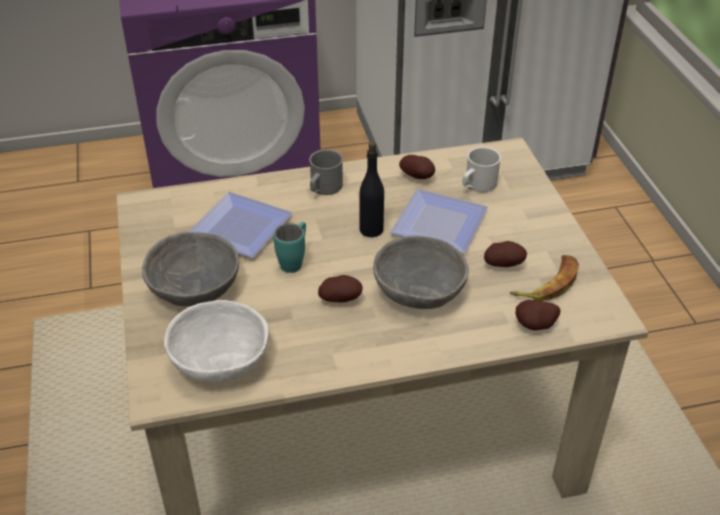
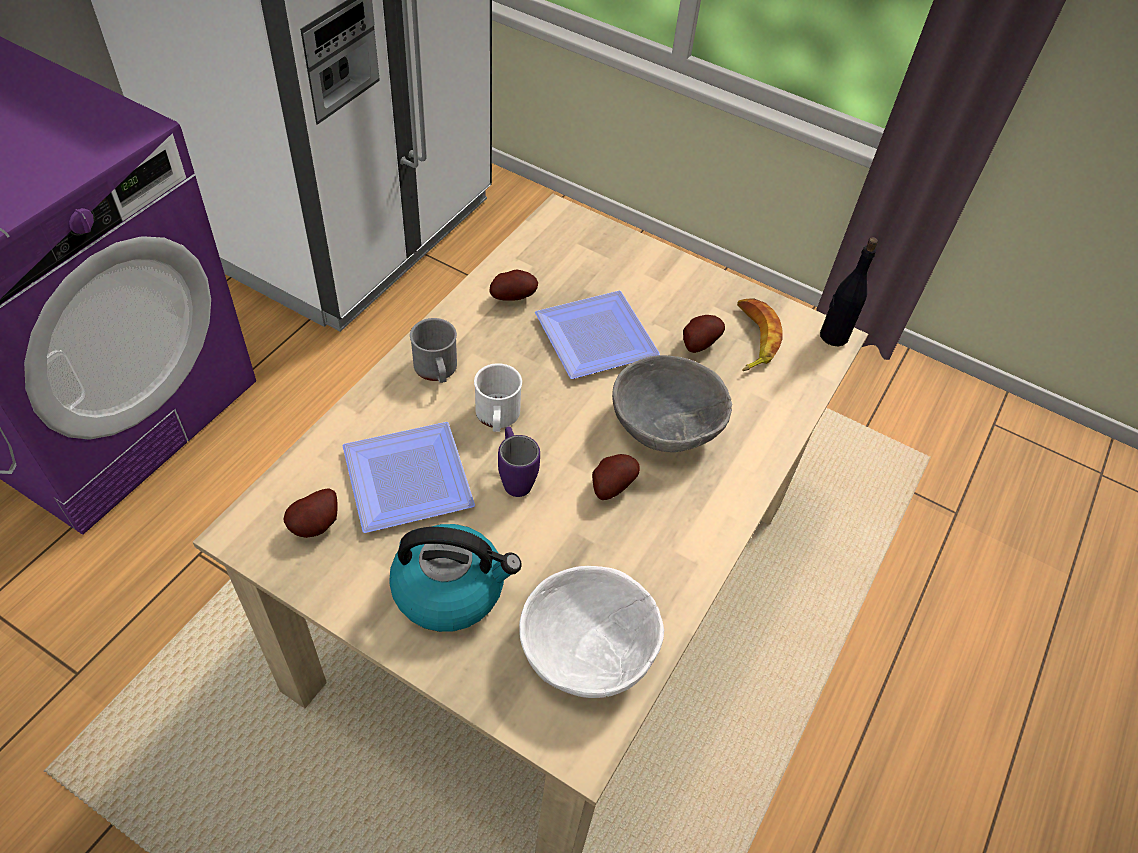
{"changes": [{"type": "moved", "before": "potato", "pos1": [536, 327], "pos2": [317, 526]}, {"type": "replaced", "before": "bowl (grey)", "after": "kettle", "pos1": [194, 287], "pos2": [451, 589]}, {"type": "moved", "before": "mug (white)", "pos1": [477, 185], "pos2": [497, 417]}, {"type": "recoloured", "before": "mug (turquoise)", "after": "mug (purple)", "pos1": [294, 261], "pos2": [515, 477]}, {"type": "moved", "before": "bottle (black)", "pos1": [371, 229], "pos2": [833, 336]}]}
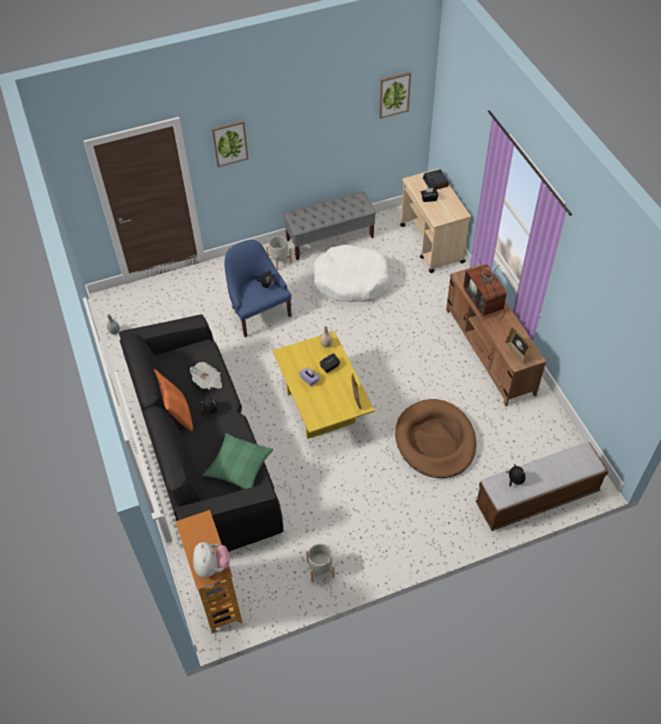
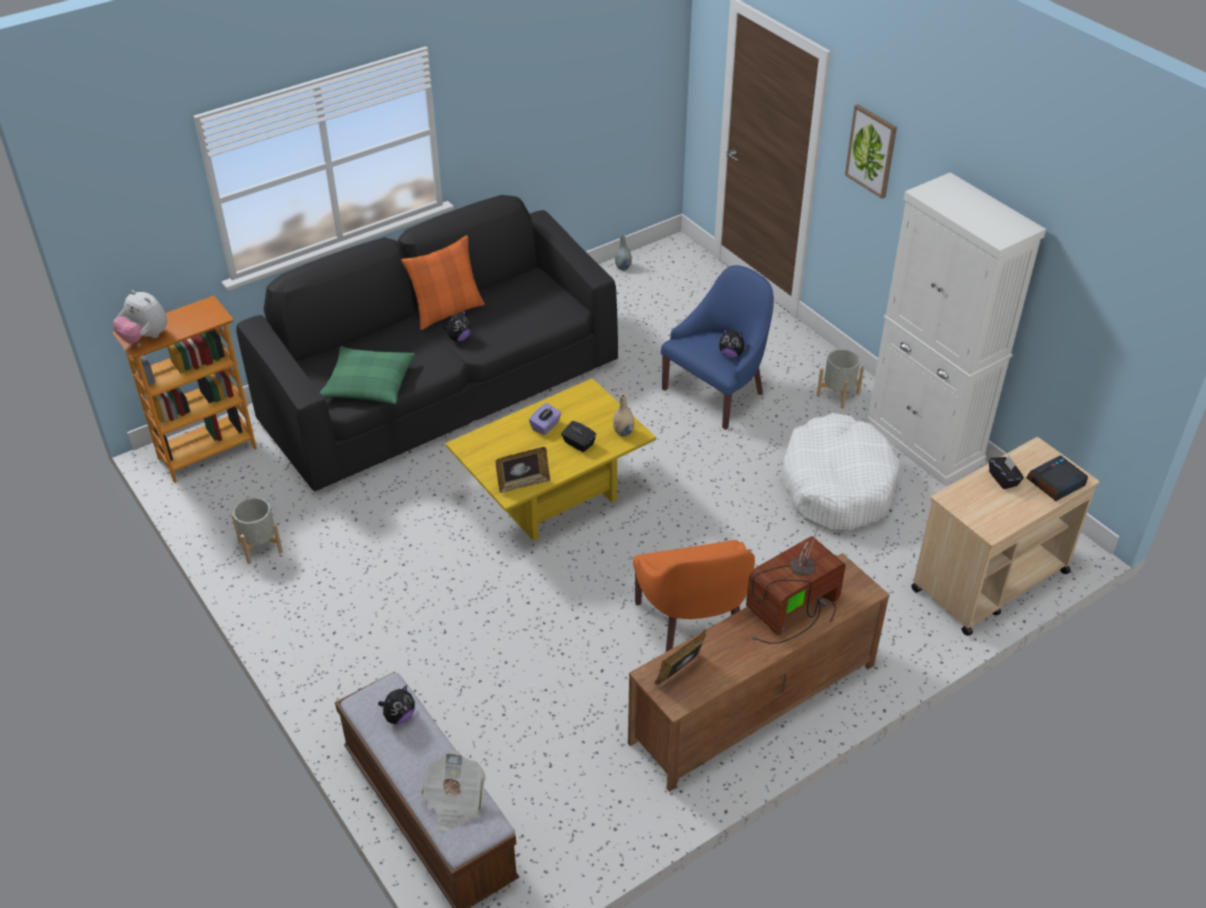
{"changes": [{"type": "turned", "before": "plush toy", "pos1": [212, 566], "pos2": [145, 337], "turn": 60}, {"type": "moved", "before": "newspaper", "pos1": [208, 381], "pos2": [454, 802]}, {"type": "added", "after": "armchair (orange)", "pos2": [694, 625]}, {"type": "replaced", "before": "bench (grey)", "after": "cabinet (white)", "pos1": [330, 238], "pos2": [924, 443]}, {"type": "removed", "before": "picture", "pos1": [394, 94]}, {"type": "removed", "before": "dog bed (brown)", "pos1": [435, 441]}]}
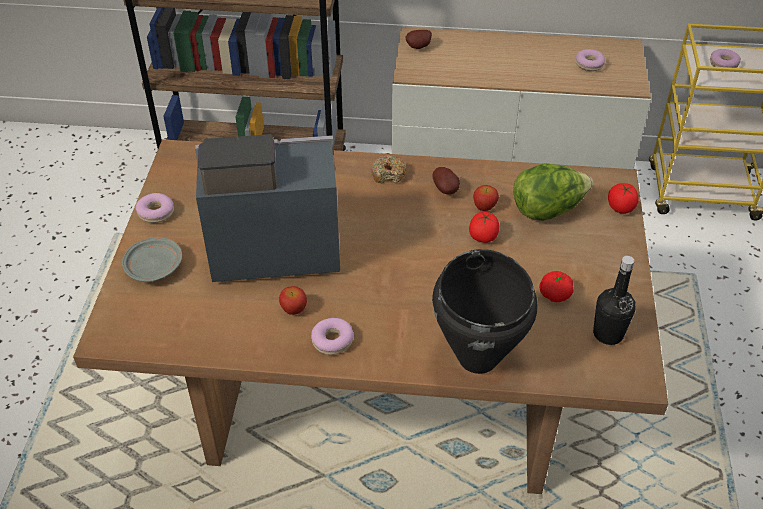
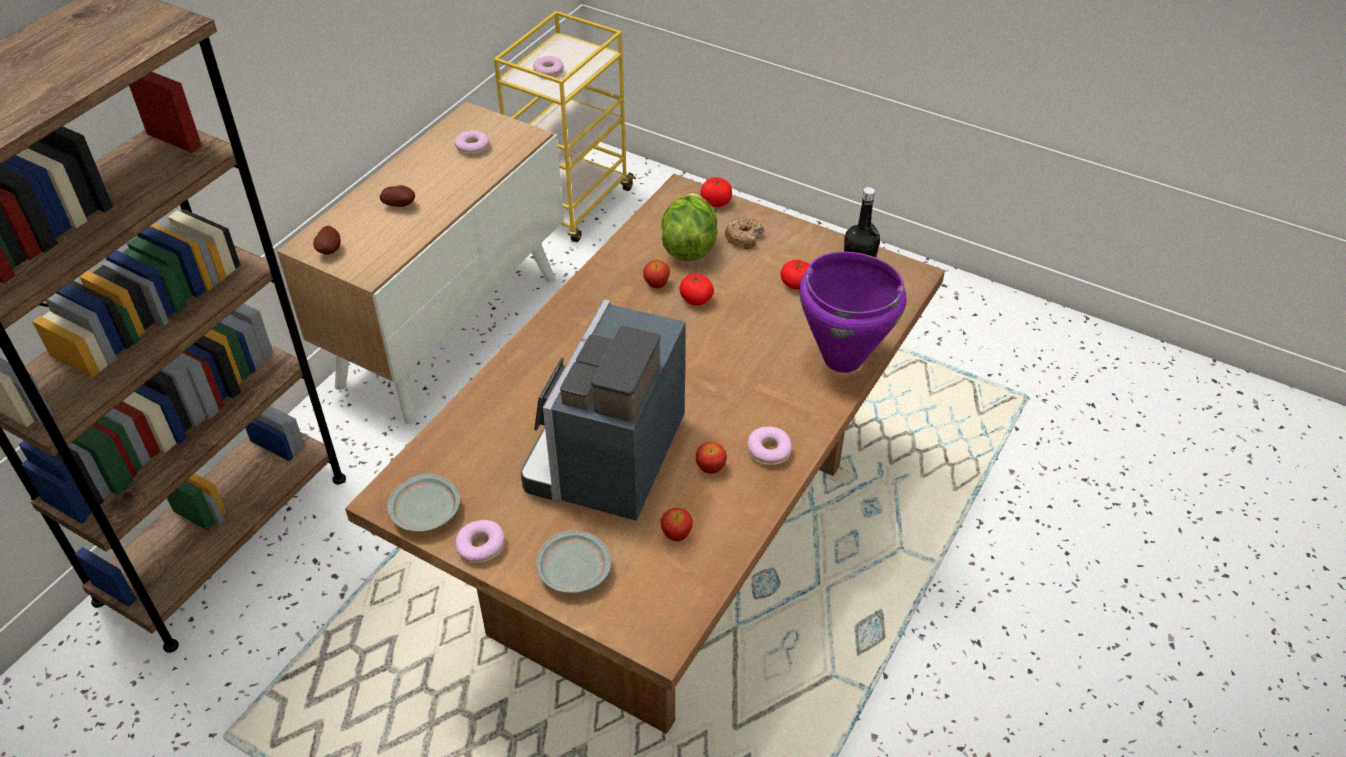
{"changes": [{"type": "moved", "before": "potato", "pos1": [446, 190], "pos2": [400, 205]}, {"type": "added", "after": "plate (grey)", "pos2": [425, 512]}, {"type": "added", "after": "apple", "pos2": [676, 534]}, {"type": "moved", "before": "donut", "pos1": [388, 174], "pos2": [743, 237]}, {"type": "recoloured", "before": "cooking pot (black)", "after": "cooking pot (purple)", "pos1": [478, 357], "pos2": [842, 358]}]}
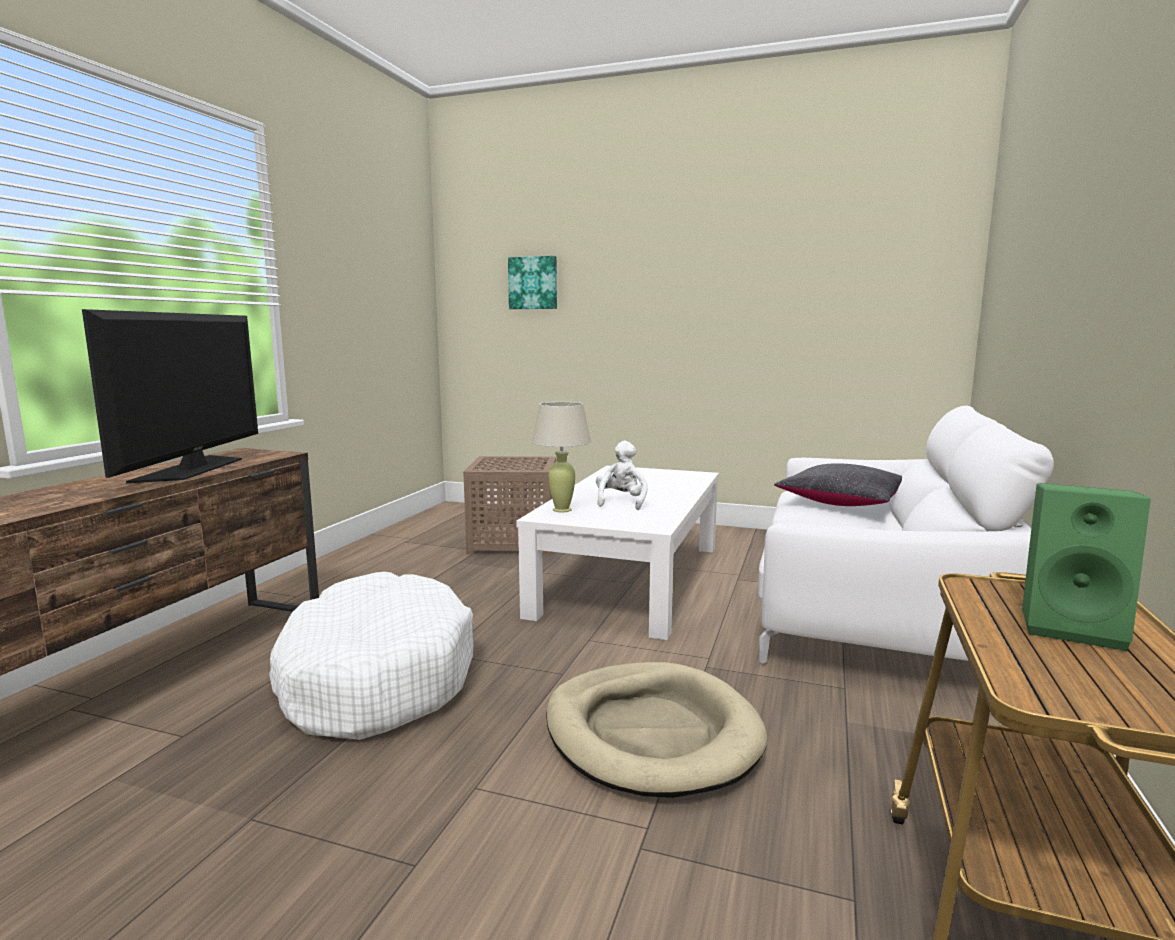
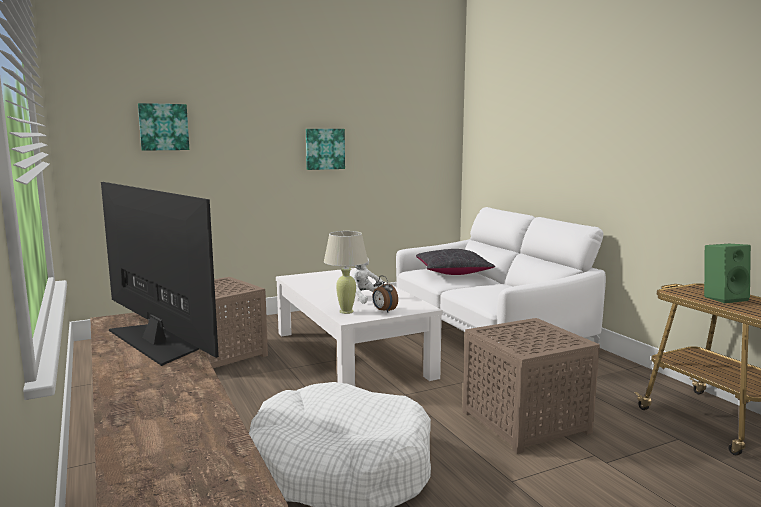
{"changes": [{"type": "added", "after": "picture", "pos2": [324, 149]}, {"type": "added", "after": "alarm clock", "pos2": [384, 311]}, {"type": "replaced", "before": "dog bed (beige)", "after": "side table (brown)", "pos1": [651, 733], "pos2": [523, 421]}]}
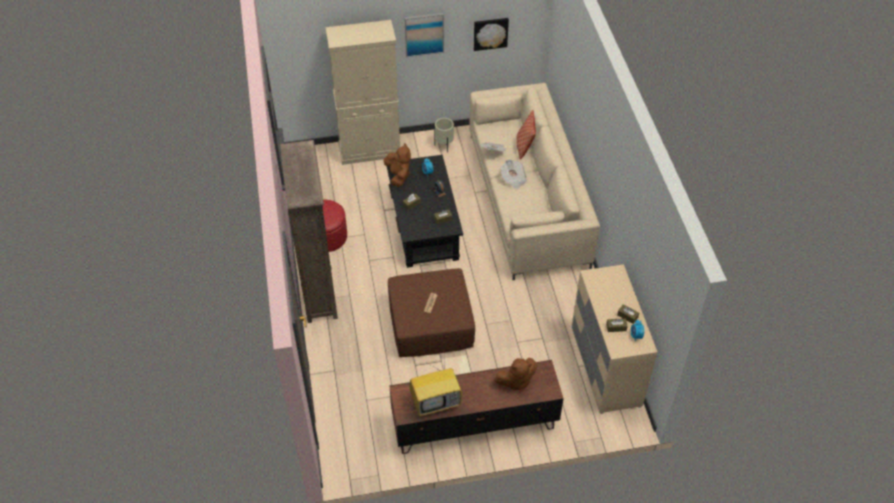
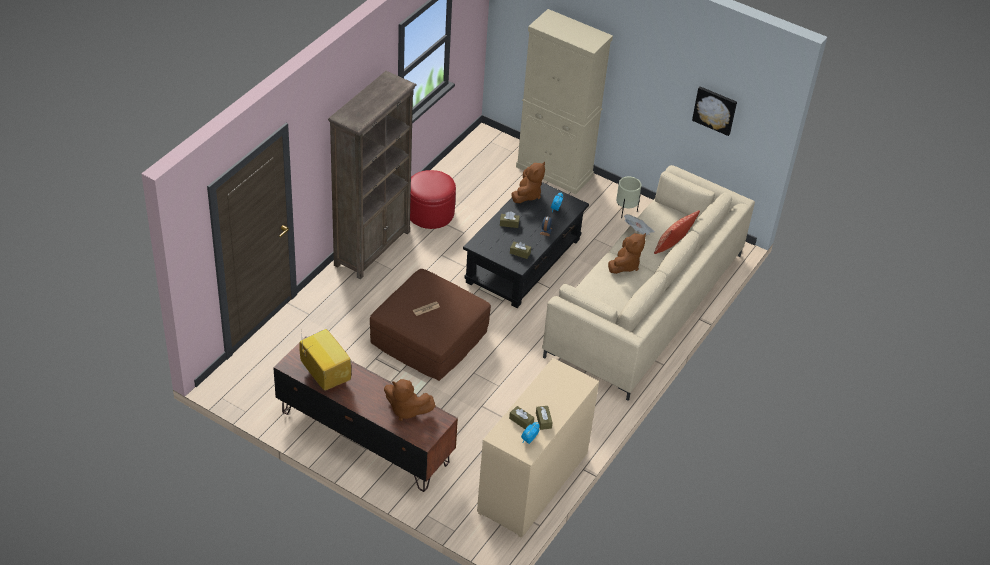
{"changes": [{"type": "turned", "before": "television", "pos1": [436, 402], "pos2": [324, 375], "turn": -150}, {"type": "replaced", "before": "newspaper", "after": "plush toy (brown)", "pos1": [513, 179], "pos2": [625, 265]}, {"type": "removed", "before": "picture", "pos1": [424, 34]}]}
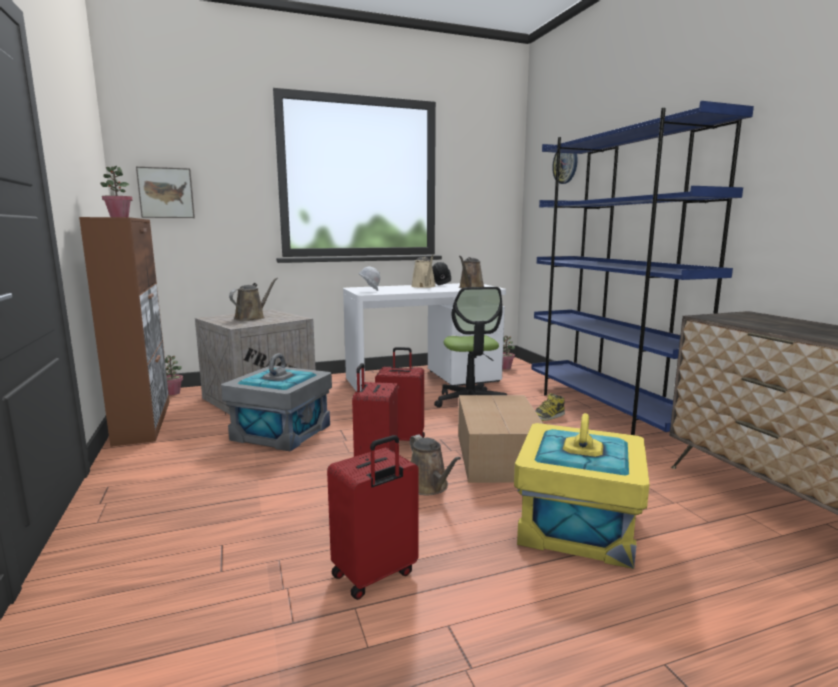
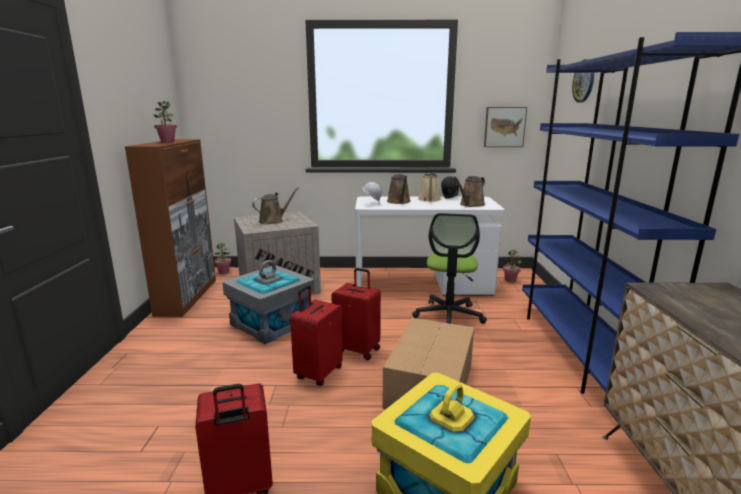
{"changes": [{"type": "moved", "before": "watering can (brown)", "pos1": [429, 487], "pos2": [399, 202]}, {"type": "moved", "before": "picture", "pos1": [166, 193], "pos2": [504, 127]}, {"type": "removed", "before": "boot", "pos1": [547, 417]}]}
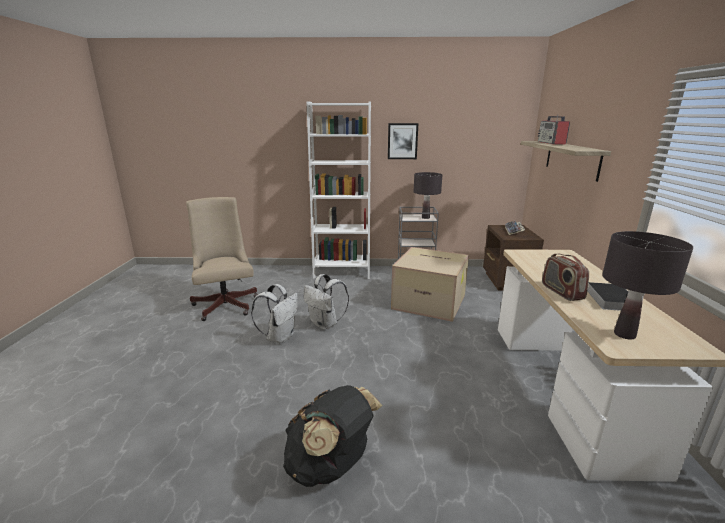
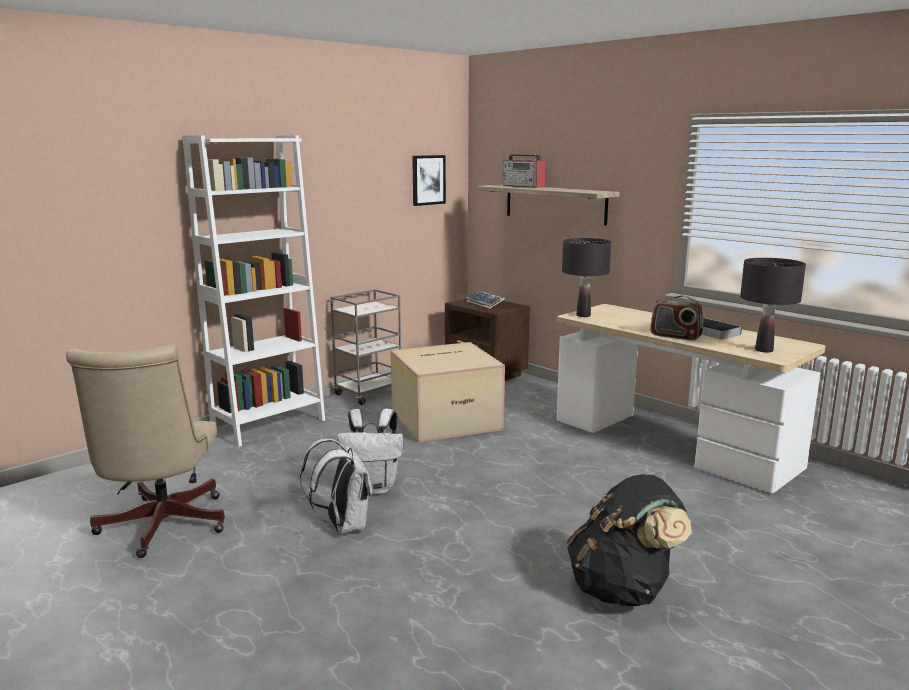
{"changes": [{"type": "turned", "before": "office chair (beige)", "pos1": [226, 303], "pos2": [160, 528], "turn": -120}, {"type": "moved", "before": "picture", "pos1": [402, 141], "pos2": [428, 180]}, {"type": "moved", "before": "table lamp (black)", "pos1": [425, 217], "pos2": [583, 315]}]}
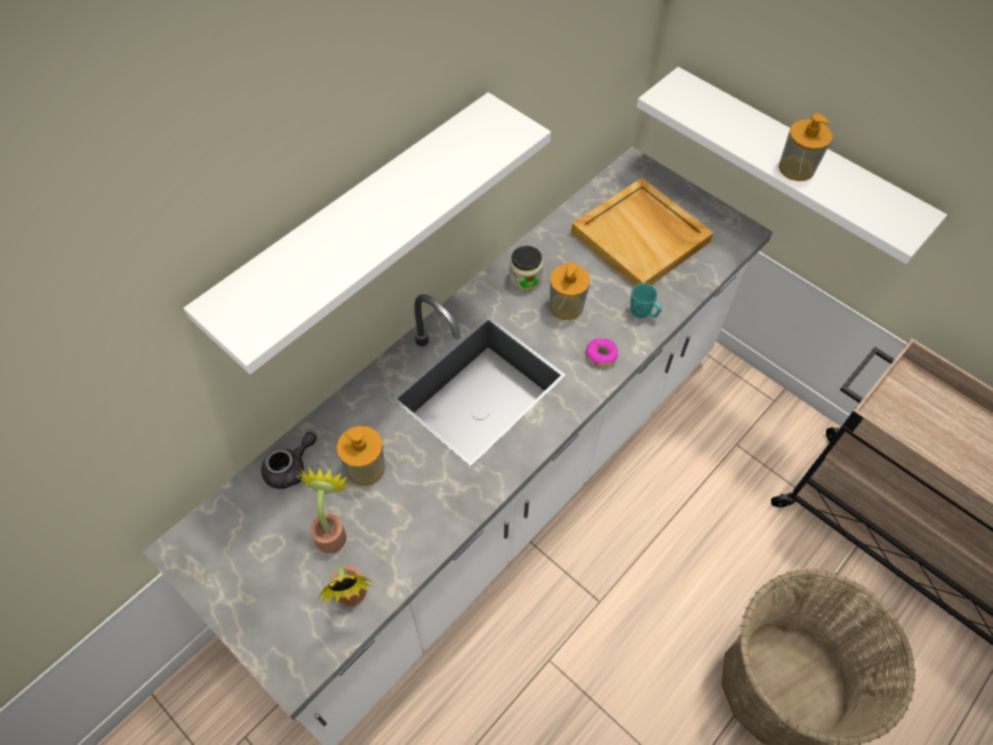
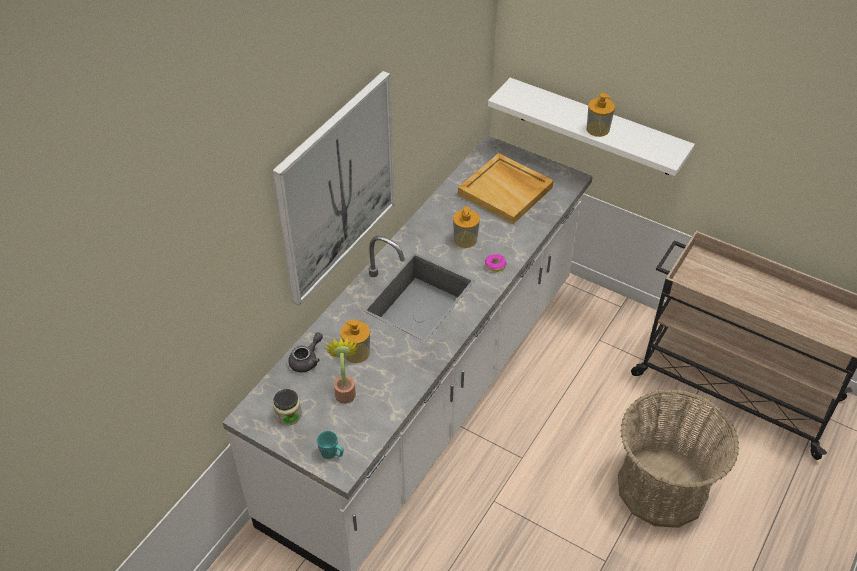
{"changes": [{"type": "replaced", "before": "shelf (white)", "after": "picture", "pos1": [356, 221], "pos2": [337, 188]}, {"type": "moved", "before": "jar", "pos1": [525, 279], "pos2": [288, 415]}, {"type": "moved", "before": "mug (turquoise)", "pos1": [643, 313], "pos2": [332, 454]}, {"type": "removed", "before": "potted plant", "pos1": [352, 597]}]}
